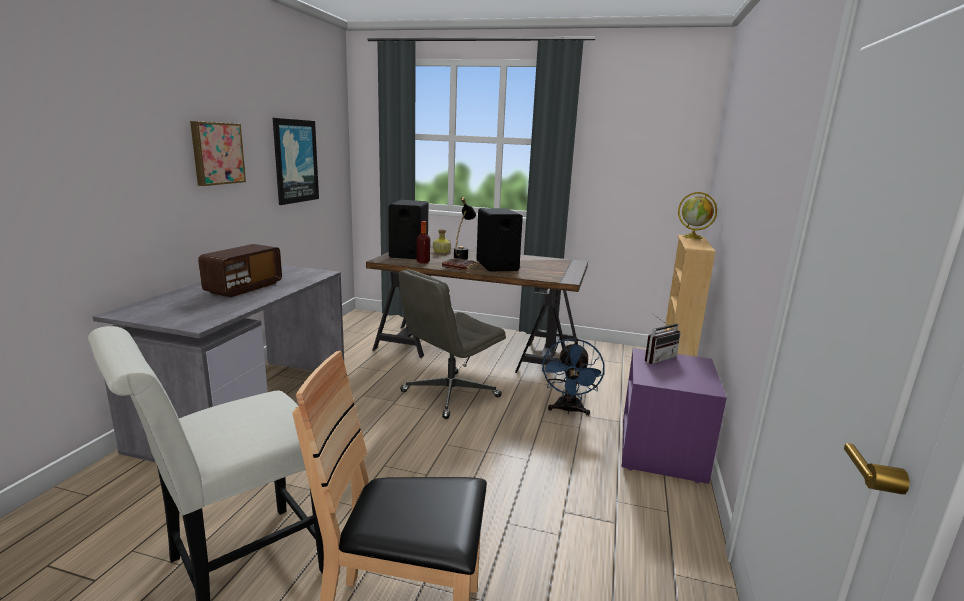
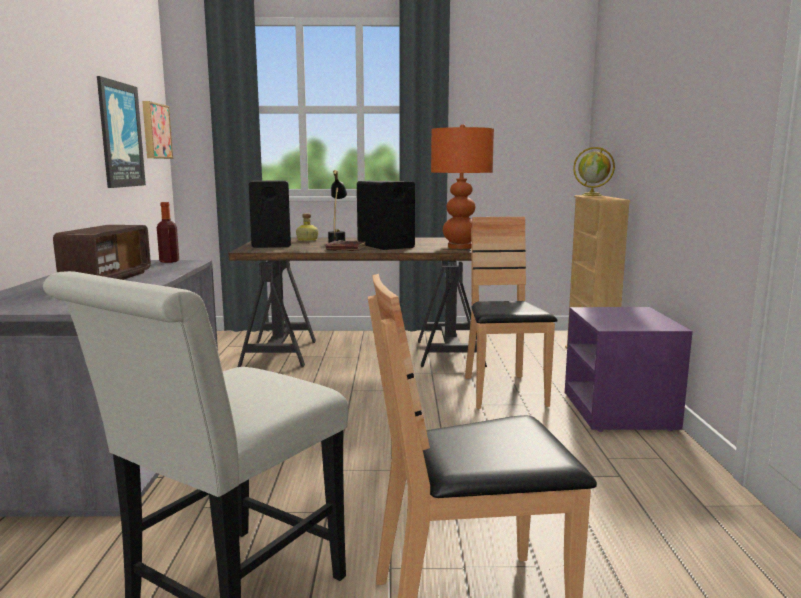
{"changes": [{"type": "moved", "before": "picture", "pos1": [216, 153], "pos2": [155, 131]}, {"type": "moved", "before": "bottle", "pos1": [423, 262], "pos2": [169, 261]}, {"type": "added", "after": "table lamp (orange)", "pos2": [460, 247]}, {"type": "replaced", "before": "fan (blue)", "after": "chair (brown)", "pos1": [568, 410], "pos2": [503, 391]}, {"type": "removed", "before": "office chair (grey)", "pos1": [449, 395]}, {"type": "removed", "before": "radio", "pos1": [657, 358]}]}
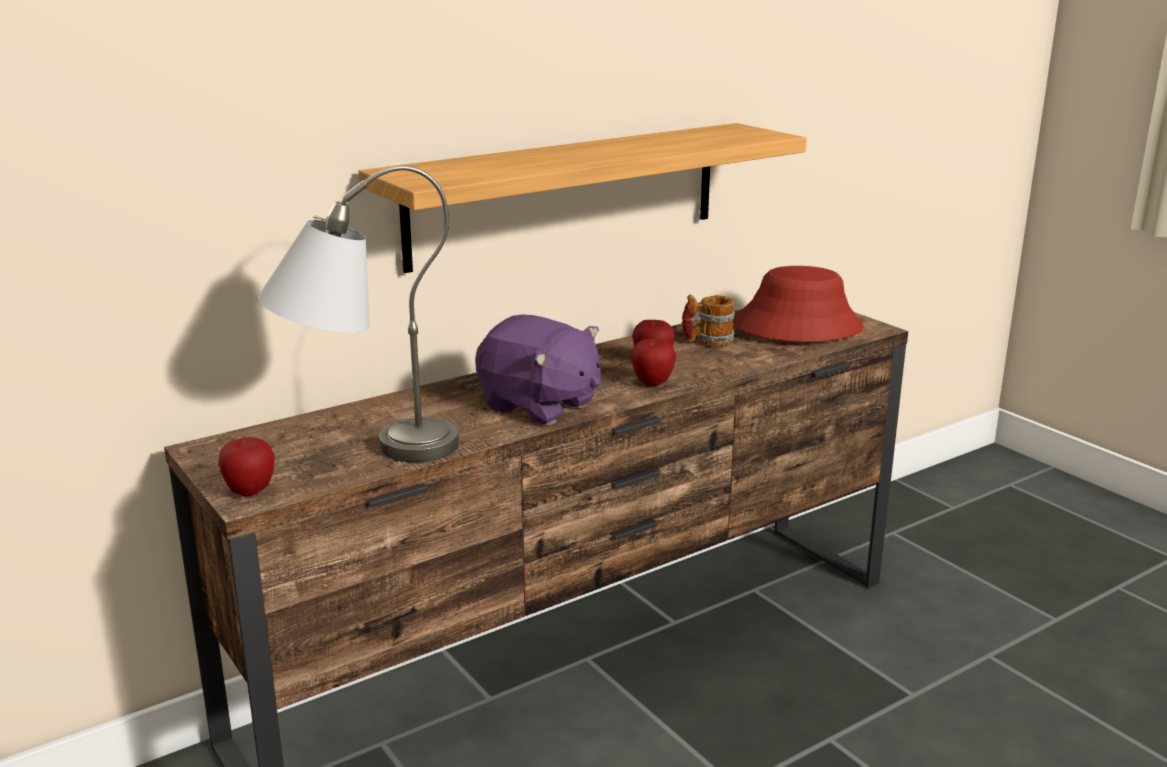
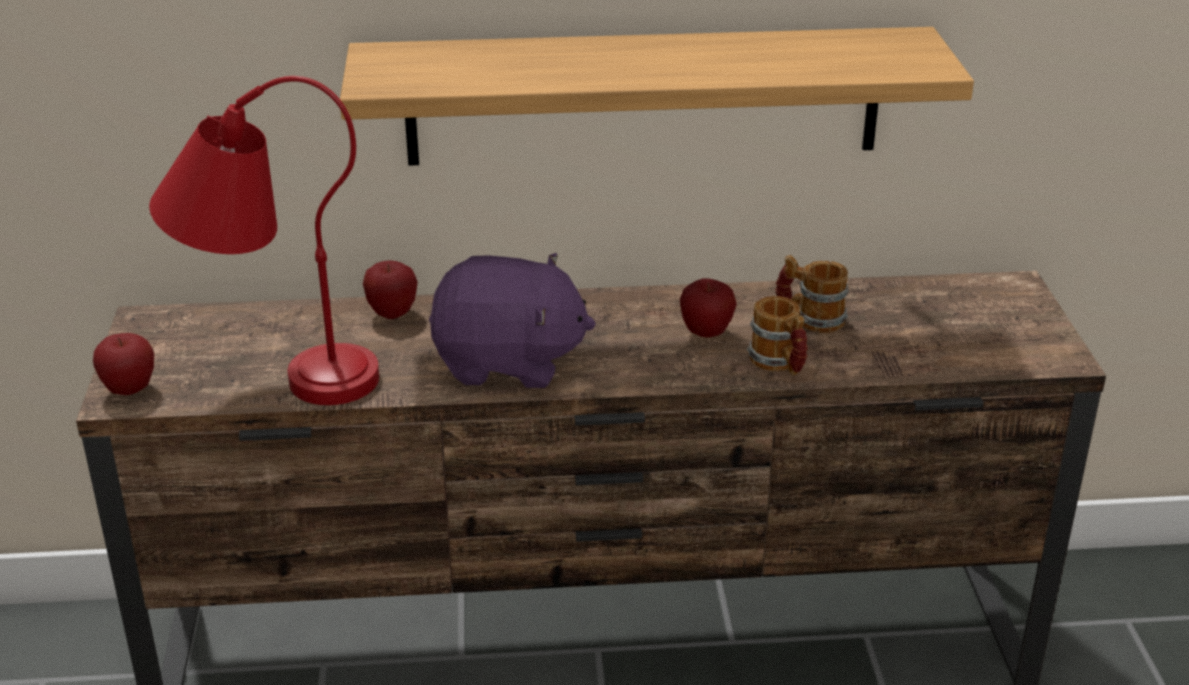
{"changes": [{"type": "recoloured", "before": "table lamp (grey)", "after": "table lamp (red)", "pos1": [365, 451], "pos2": [276, 371]}, {"type": "moved", "before": "apple", "pos1": [652, 383], "pos2": [392, 314]}, {"type": "turned", "before": "plush toy (purple)", "pos1": [540, 406], "pos2": [508, 363], "turn": -60}, {"type": "added", "after": "mug", "pos2": [779, 364]}, {"type": "removed", "before": "hat (red)", "pos1": [797, 326]}]}
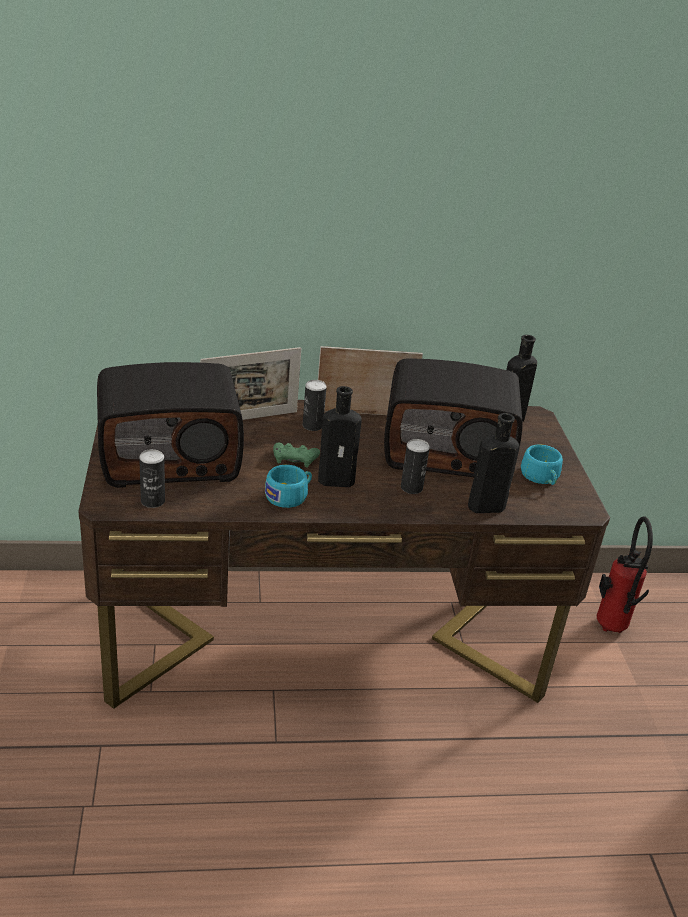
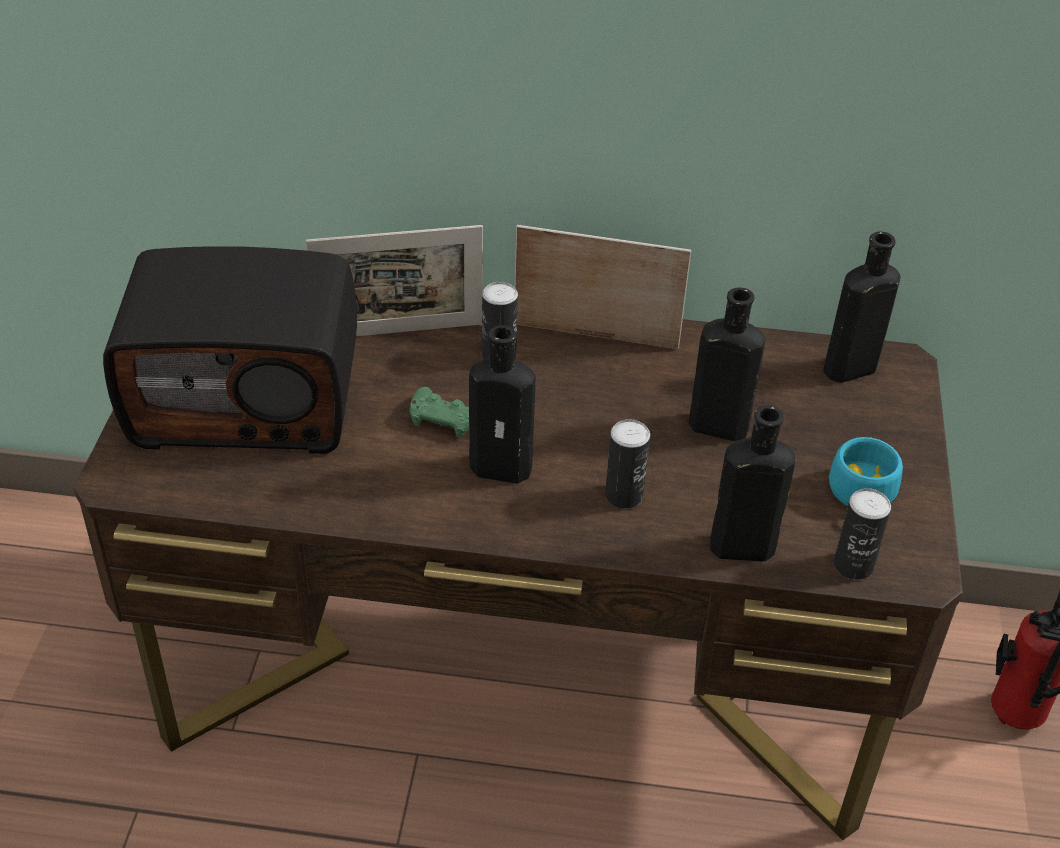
{"changes": [{"type": "replaced", "before": "radio", "after": "bottle (black)", "pos1": [447, 451], "pos2": [714, 425]}, {"type": "moved", "before": "can", "pos1": [153, 501], "pos2": [853, 565]}, {"type": "removed", "before": "cup (turquoise)", "pos1": [290, 495]}]}
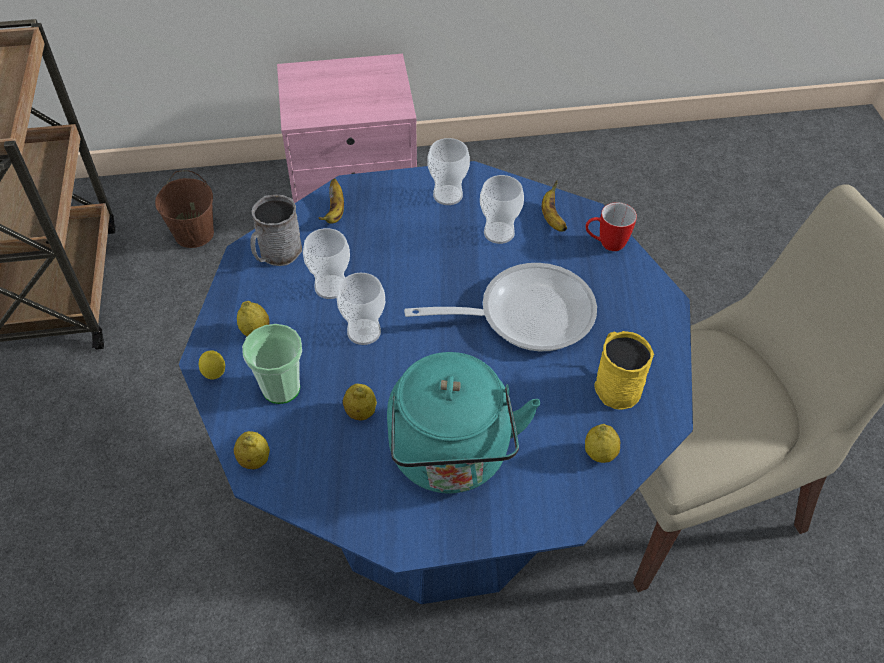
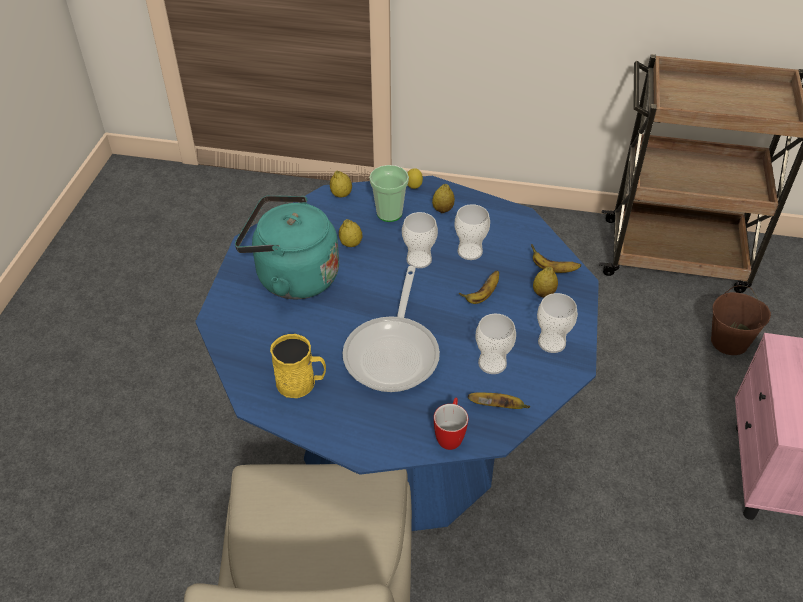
{"changes": [{"type": "added", "after": "banana", "pos2": [482, 295]}, {"type": "moved", "before": "lemon", "pos1": [599, 454], "pos2": [543, 293]}, {"type": "removed", "before": "mug (grey)", "pos1": [276, 254]}]}
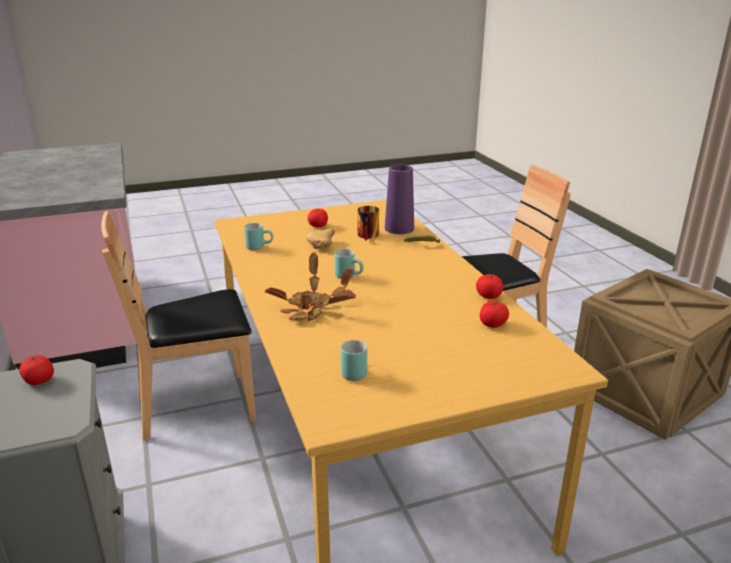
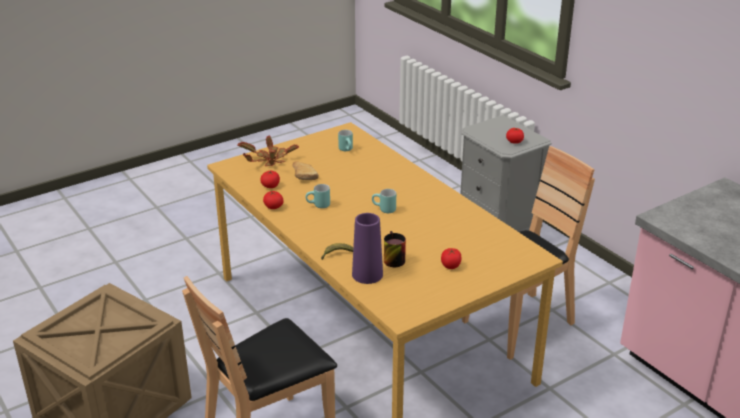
{"changes": [{"type": "moved", "before": "potted plant", "pos1": [311, 308], "pos2": [269, 161]}, {"type": "moved", "before": "bread", "pos1": [321, 246], "pos2": [303, 175]}, {"type": "moved", "before": "mug (turquoise)", "pos1": [259, 247], "pos2": [318, 206]}]}
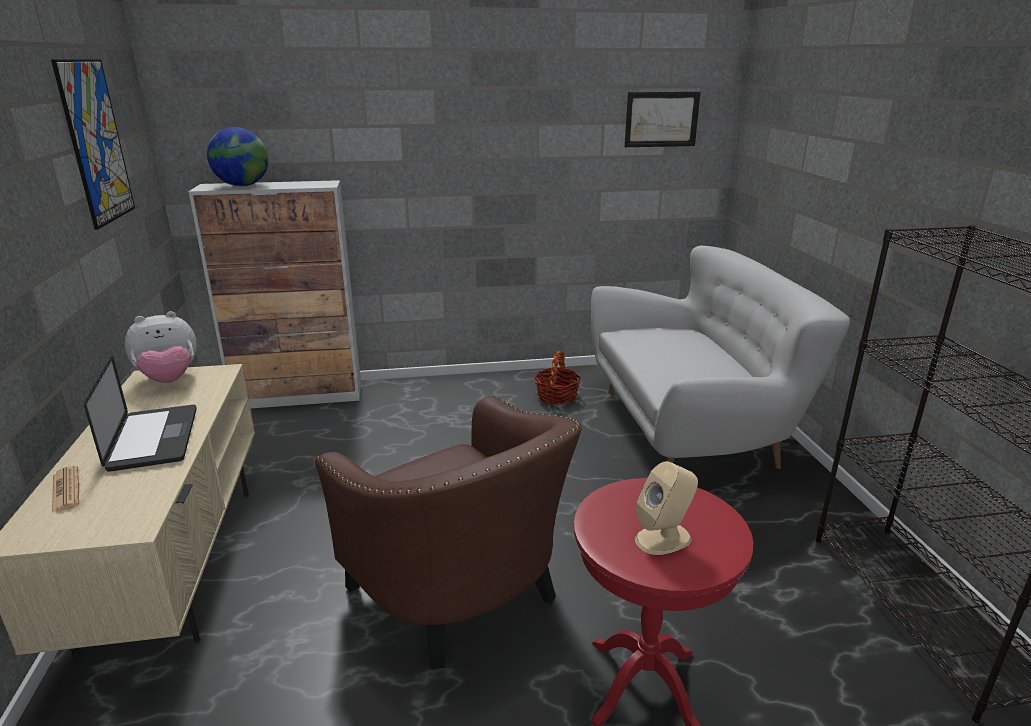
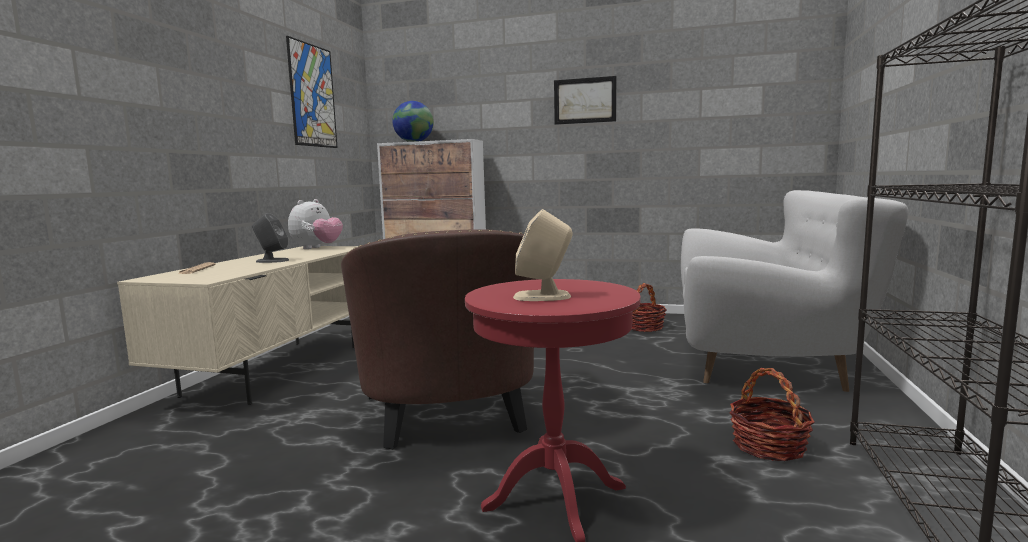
{"changes": [{"type": "replaced", "before": "laptop", "after": "speaker (grey)", "pos1": [154, 439], "pos2": [272, 261]}, {"type": "turned", "before": "plush toy", "pos1": [169, 380], "pos2": [317, 248], "turn": -60}, {"type": "moved", "before": "picture", "pos1": [661, 119], "pos2": [585, 100]}, {"type": "added", "after": "basket", "pos2": [768, 446]}]}
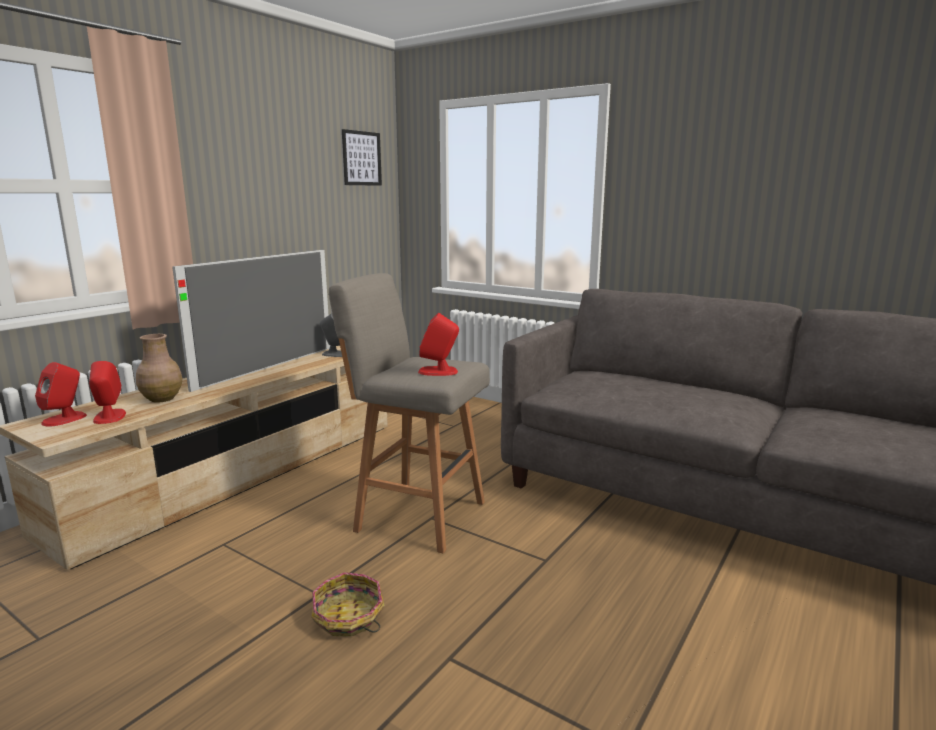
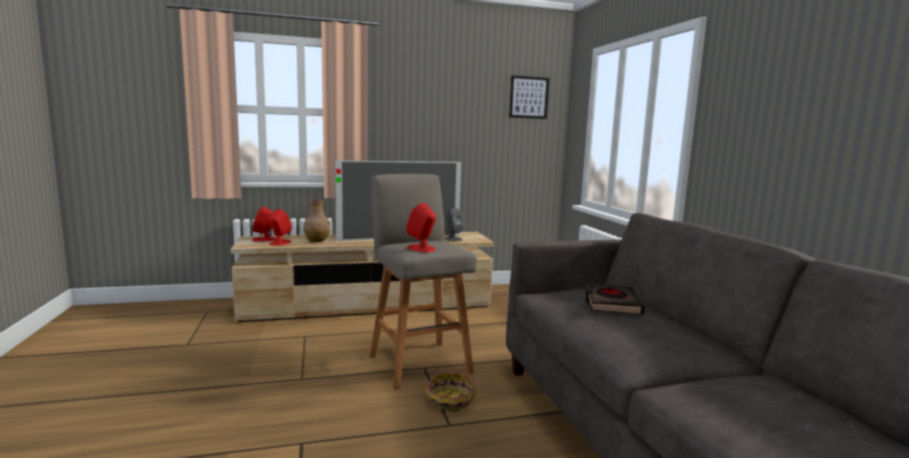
{"changes": [{"type": "moved", "before": "basket", "pos1": [348, 618], "pos2": [450, 400]}, {"type": "added", "after": "book (black)", "pos2": [611, 303]}]}
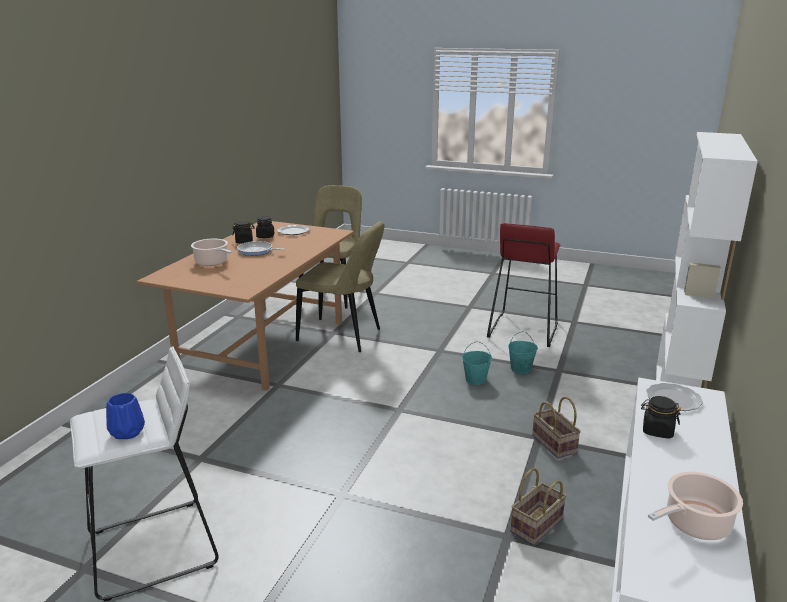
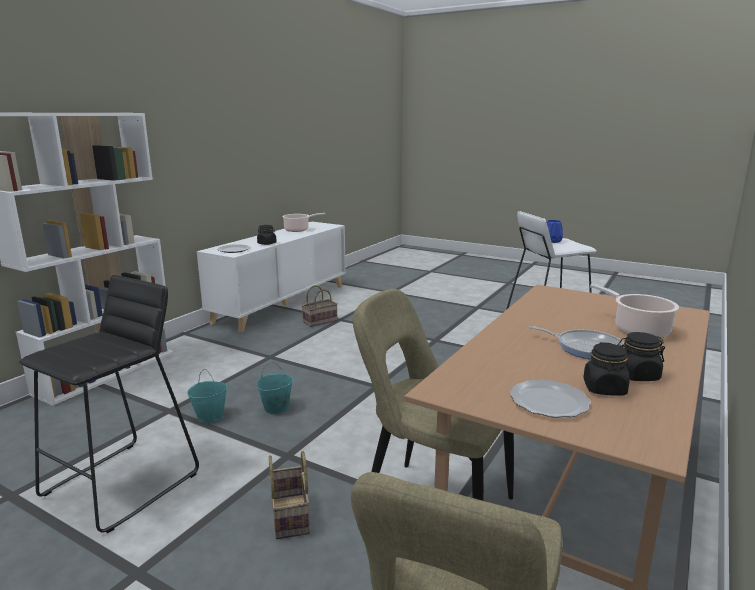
{"changes": [{"type": "recoloured", "before": "stool (red)", "after": "stool (black)", "pos1": [522, 330], "pos2": [123, 484]}, {"type": "moved", "before": "basket", "pos1": [552, 443], "pos2": [291, 517]}]}
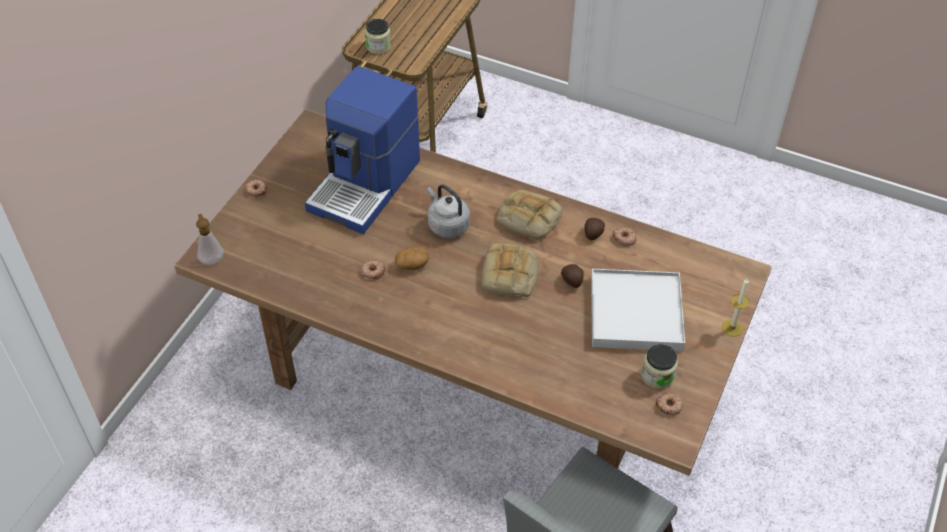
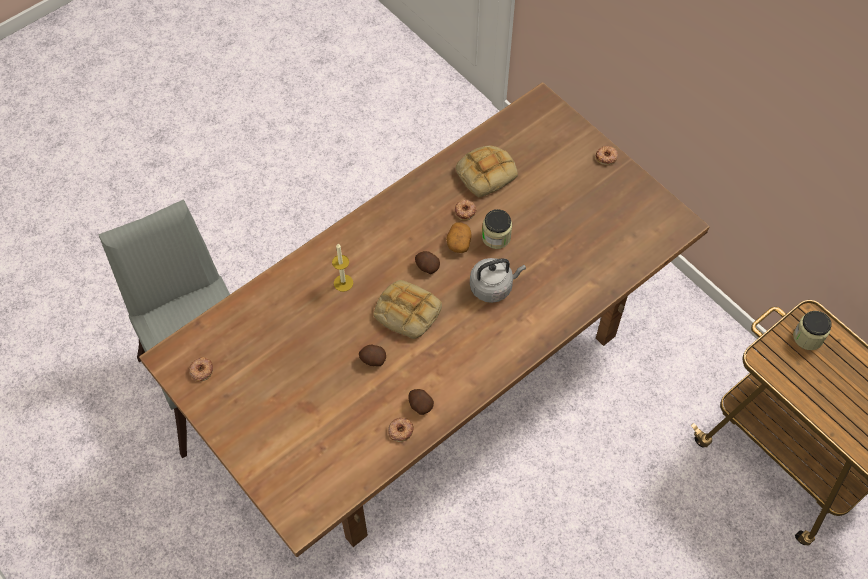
{"changes": [{"type": "moved", "before": "candle", "pos1": [732, 328], "pos2": [343, 283]}, {"type": "added", "after": "potato", "pos2": [426, 267]}, {"type": "moved", "before": "bread", "pos1": [527, 219], "pos2": [486, 172]}, {"type": "moved", "before": "jar", "pos1": [657, 376], "pos2": [496, 237]}, {"type": "removed", "before": "soap dispenser", "pos1": [211, 259]}, {"type": "removed", "before": "coffee machine", "pos1": [366, 185]}, {"type": "removed", "before": "tray (white)", "pos1": [636, 313]}]}
